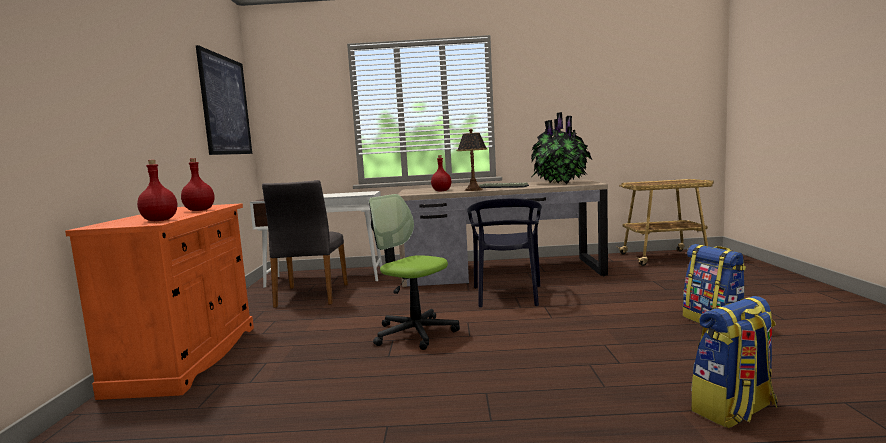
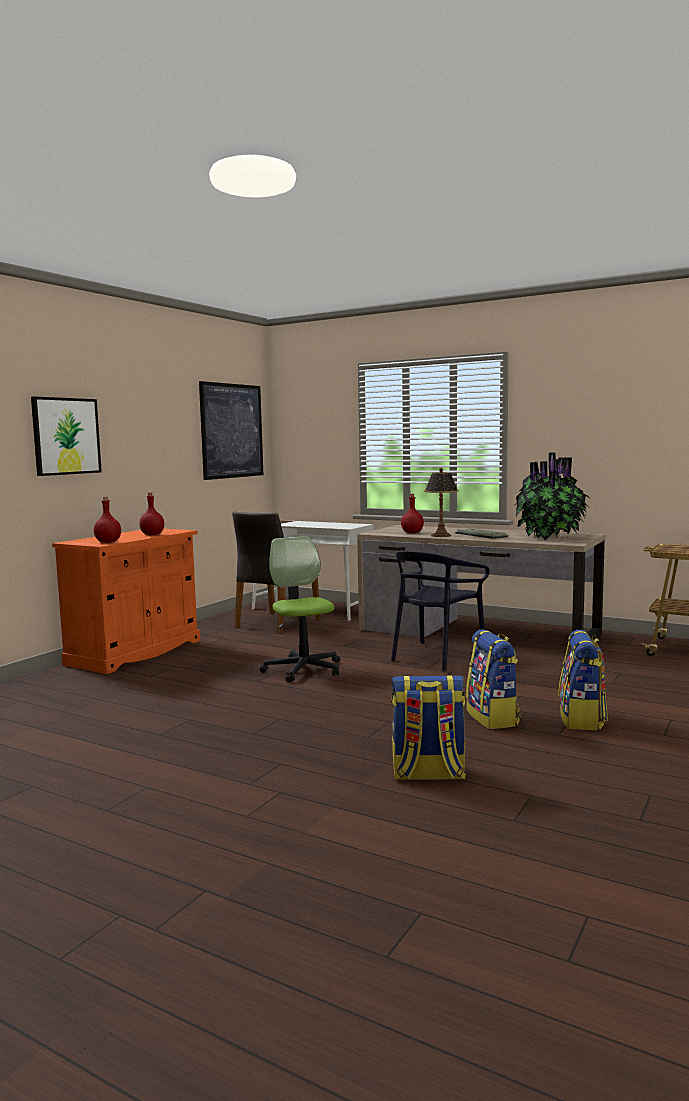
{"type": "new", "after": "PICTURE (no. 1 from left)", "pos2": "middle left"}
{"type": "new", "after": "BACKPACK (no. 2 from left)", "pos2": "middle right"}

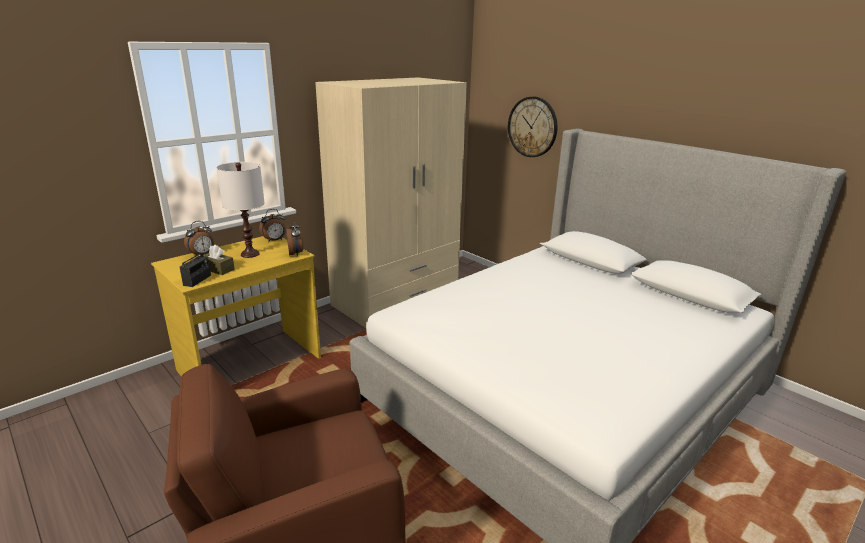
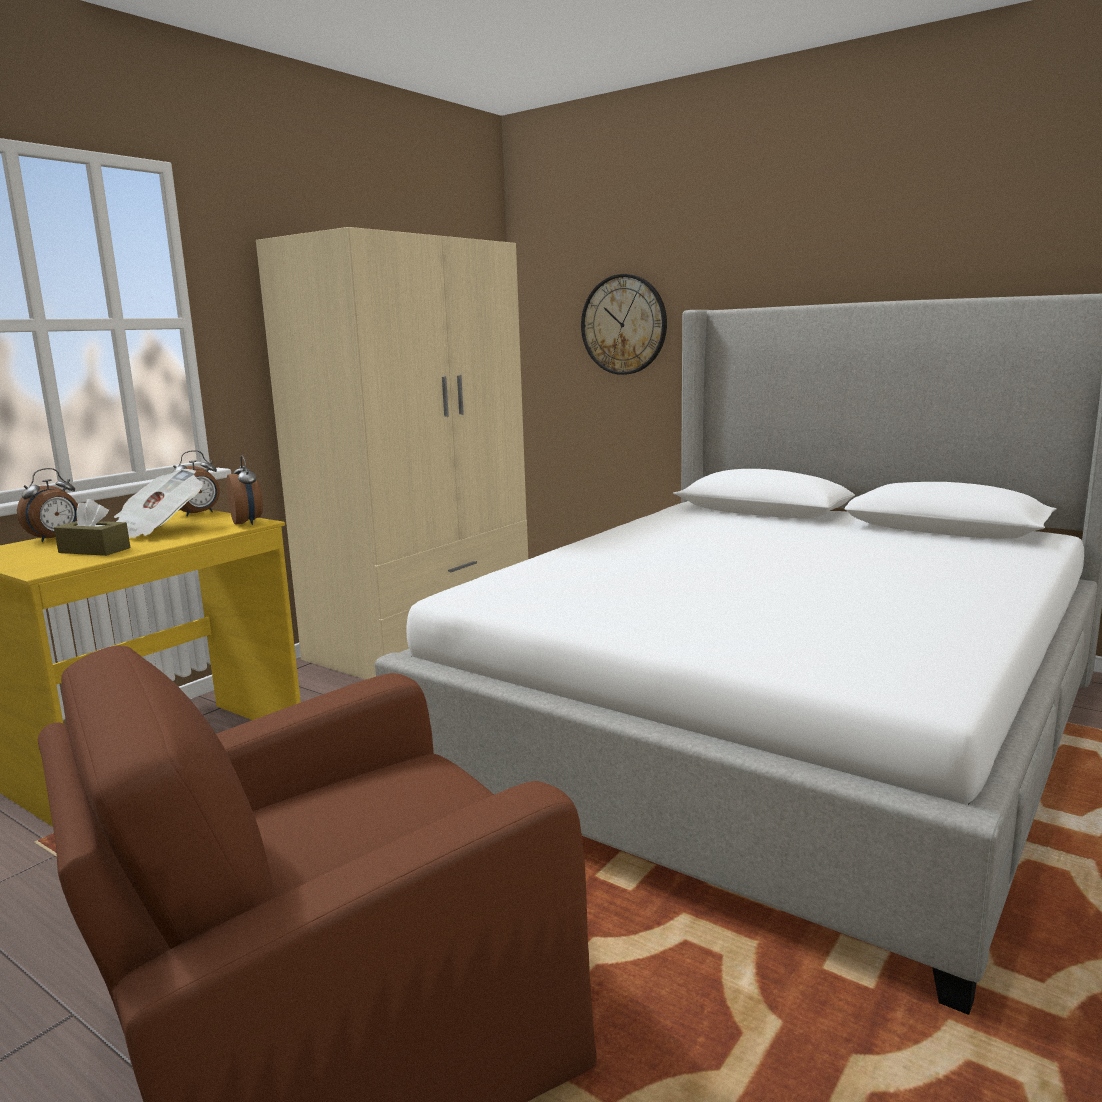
{"type": "gone", "before": "RADIO", "pos1": "middle left"}
{"type": "swapped", "before": "WHITE TABLE LAMP", "after": "NEWSPAPER", "pos1": "middle left", "pos2": "middle left"}

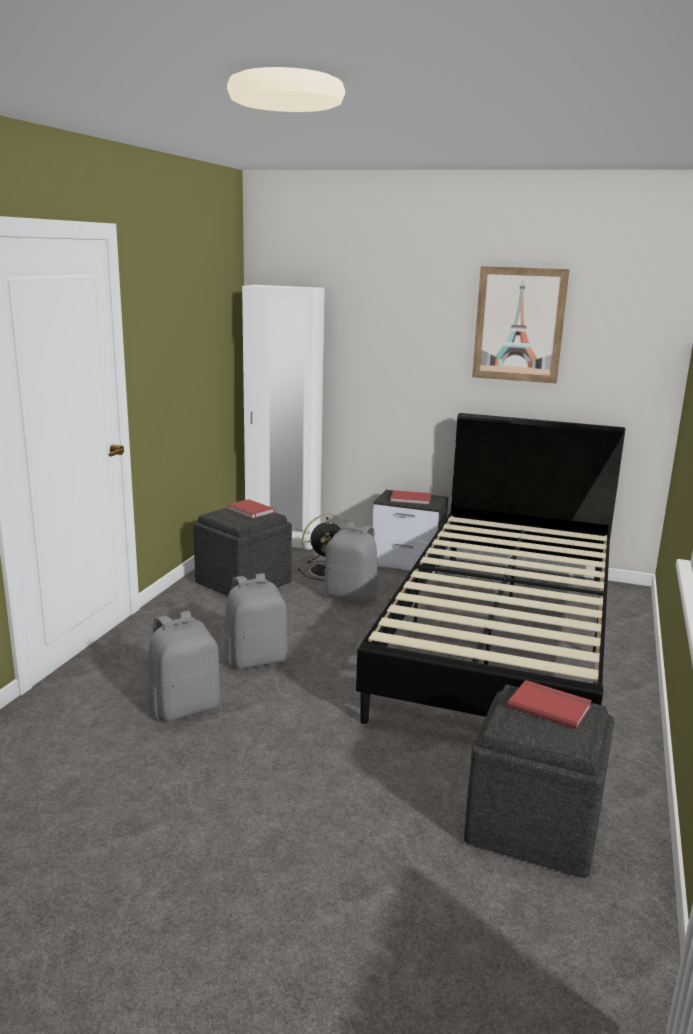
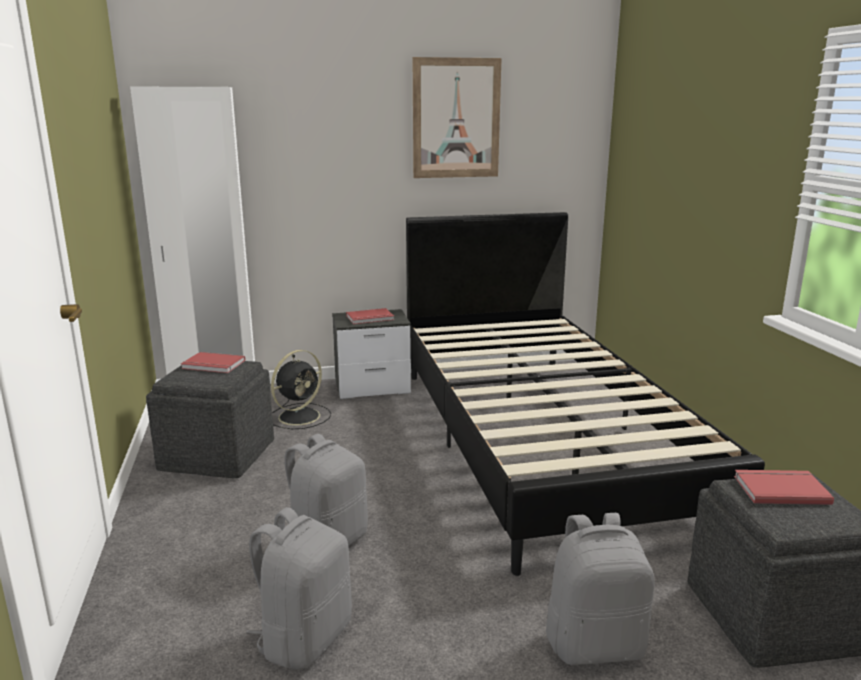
{"type": "shifted", "before": "GREY BACKPACK (no. 3 from left)", "pos1": "centre", "pos2": "bottom right"}

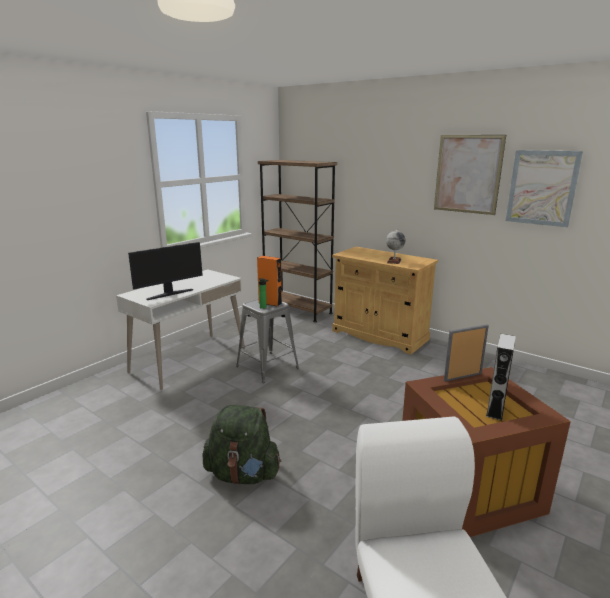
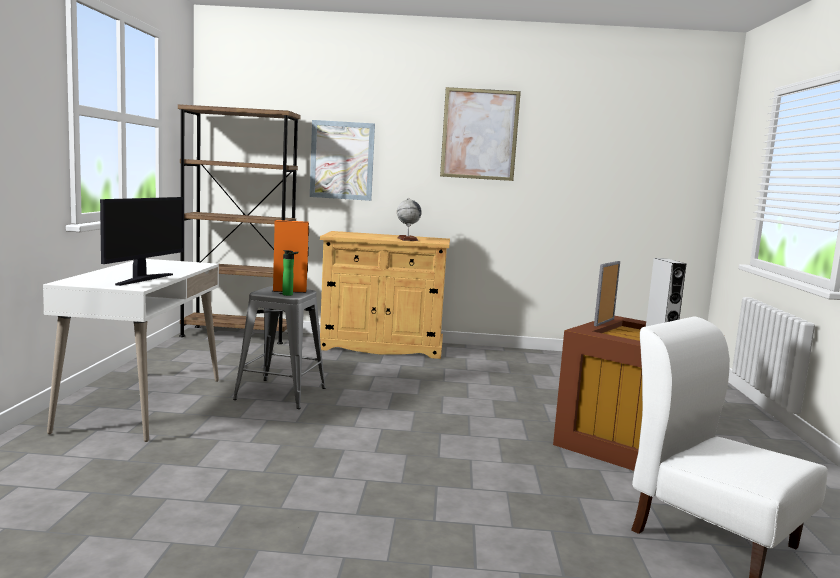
{"type": "gone", "before": "GREEN BACKPACK", "pos1": "bottom centre"}
{"type": "shifted", "before": "PICTURE (no. 2 from left in the first image)", "after": "PICTURE (no. 1 from left)", "pos1": "top right", "pos2": "top centre"}

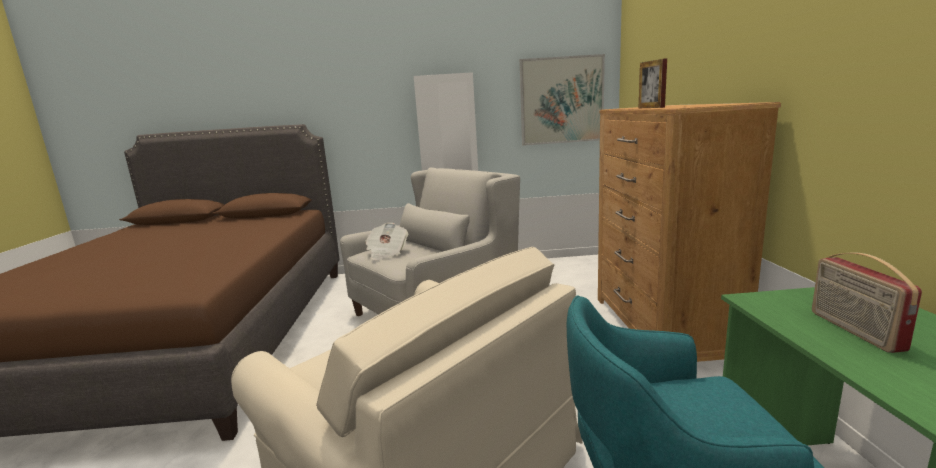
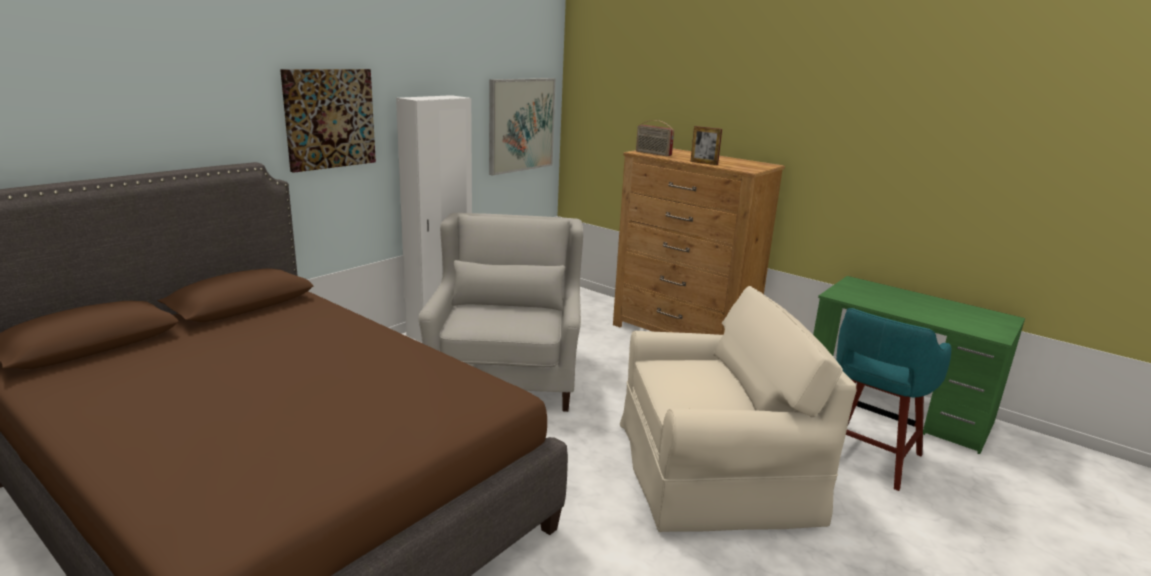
{"type": "gone", "before": "NEWSPAPER", "pos1": "centre"}
{"type": "new", "after": "PICTURE (no. 1 from left)", "pos2": "top left"}
{"type": "shifted", "before": "RADIO", "pos1": "middle right", "pos2": "top centre"}

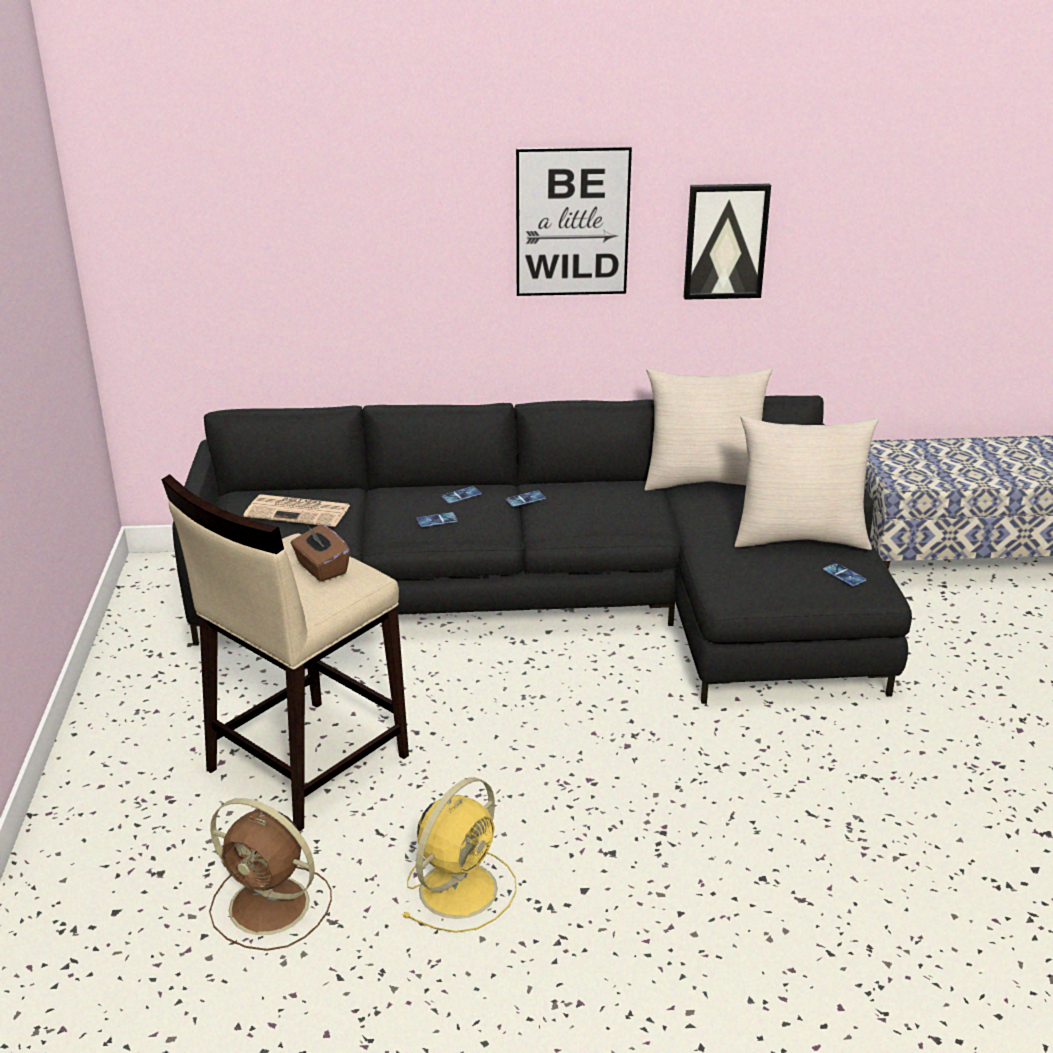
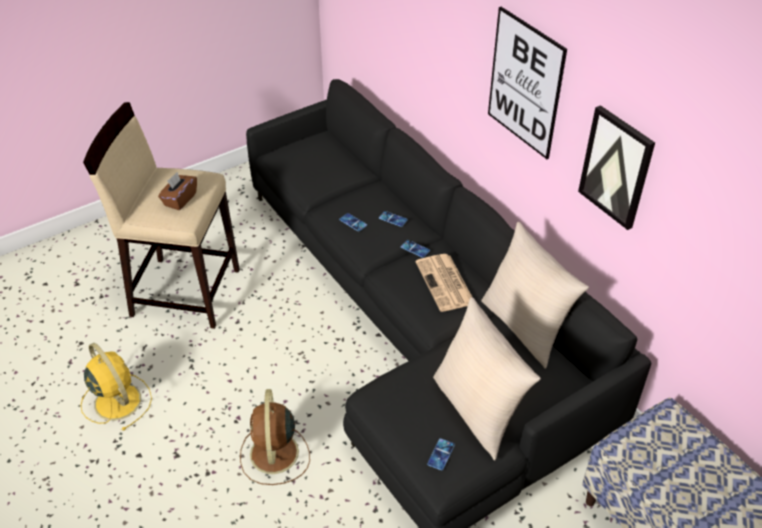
{"type": "shifted", "before": "BROWN FAN", "pos1": "bottom left", "pos2": "bottom centre"}
{"type": "shifted", "before": "NEWSPAPER", "pos1": "middle left", "pos2": "centre"}
{"type": "rotated", "before": "YELLOW FAN", "pos1": "bottom centre", "pos2": "bottom left", "turn": -135}

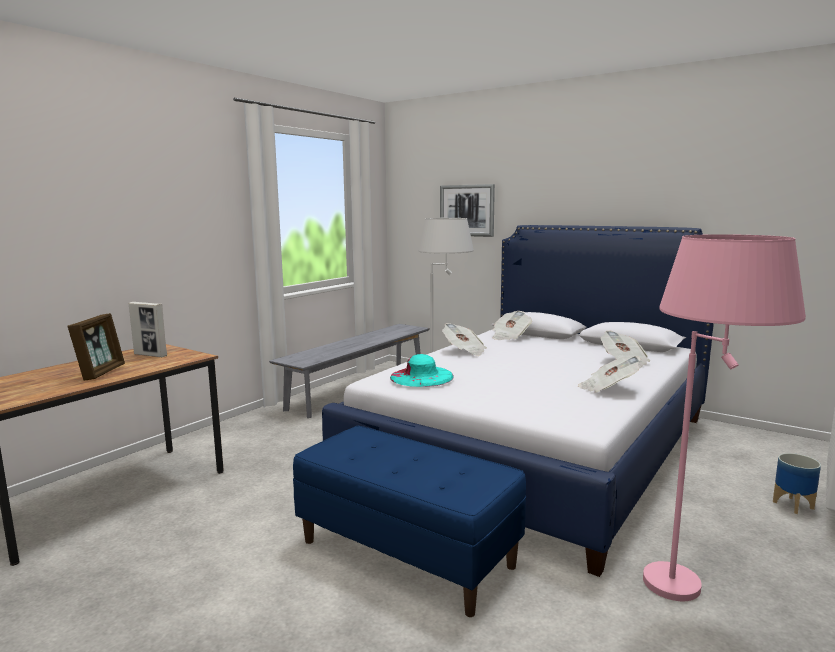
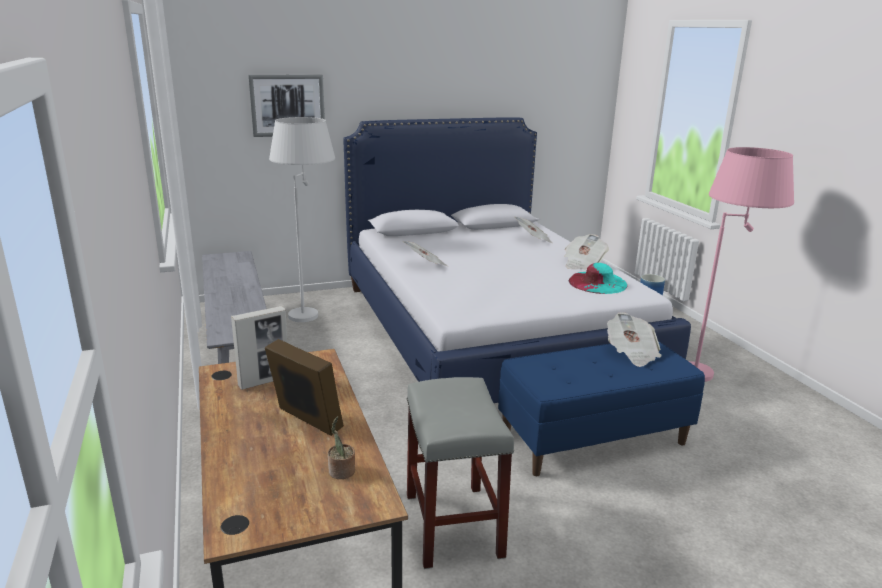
{"type": "new", "after": "POTTED PLANT", "pos2": "bottom centre"}
{"type": "new", "after": "GREY STOOL", "pos2": "bottom centre"}
{"type": "shifted", "before": "TURQUOISE HAT", "pos1": "centre", "pos2": "middle right"}
{"type": "shifted", "before": "NEWSPAPER (no. 2 from left in the first image)", "after": "NEWSPAPER (no. 4 from left)", "pos1": "centre", "pos2": "middle right"}

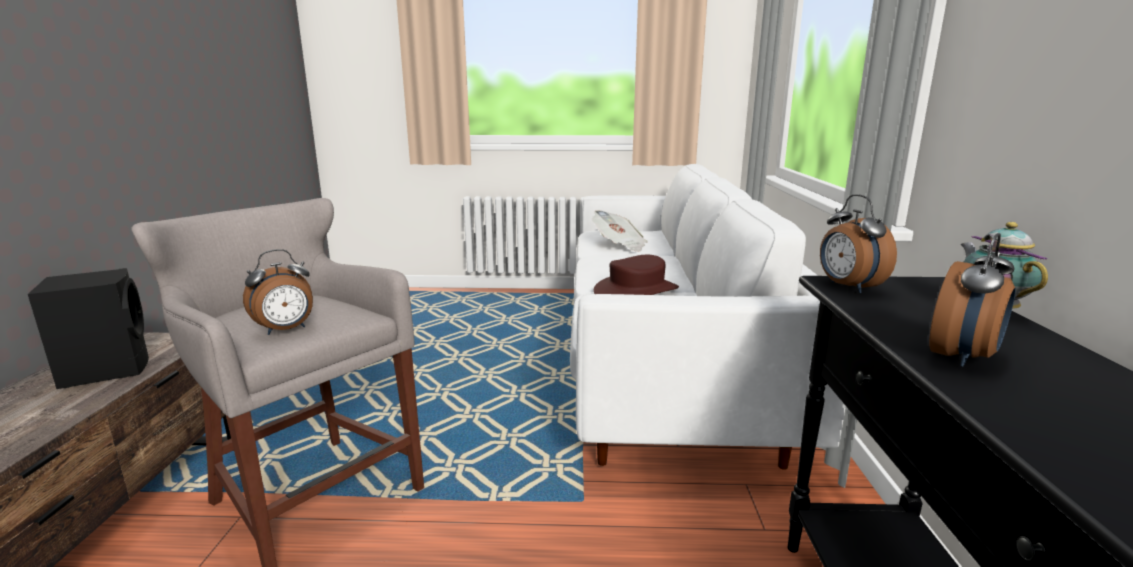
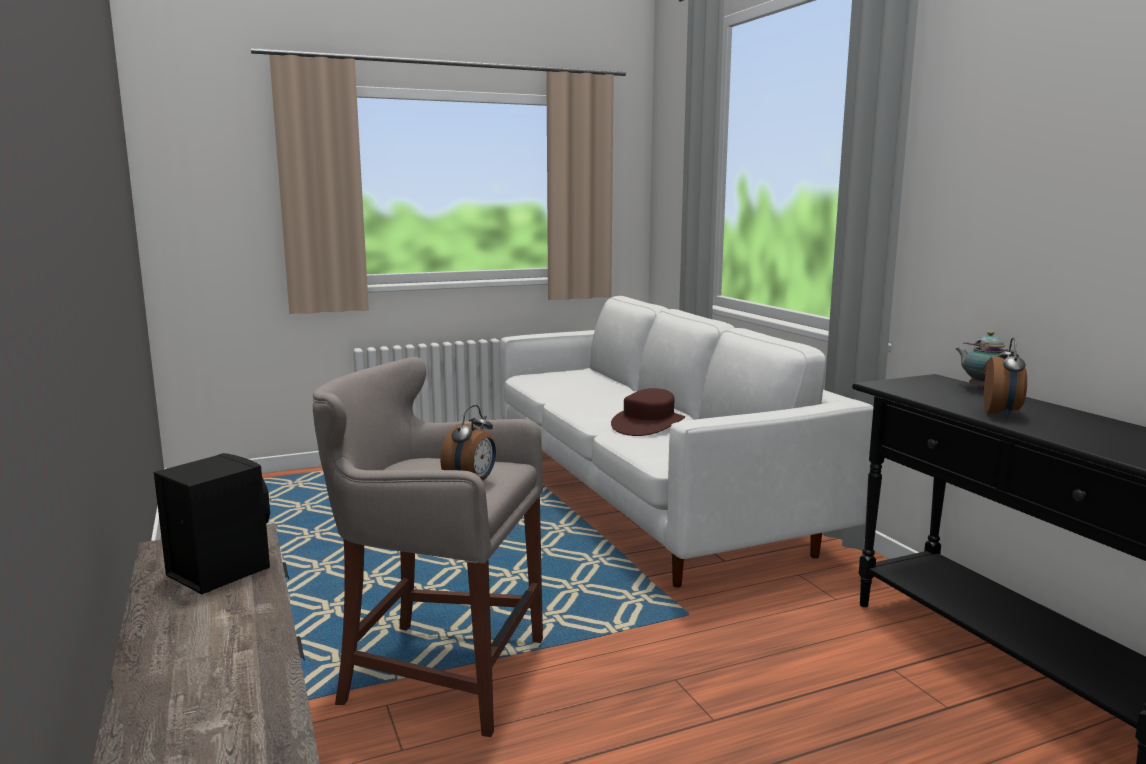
{"type": "gone", "before": "NEWSPAPER", "pos1": "centre"}
{"type": "gone", "before": "ALARM CLOCK (no. 2 from left)", "pos1": "middle right"}

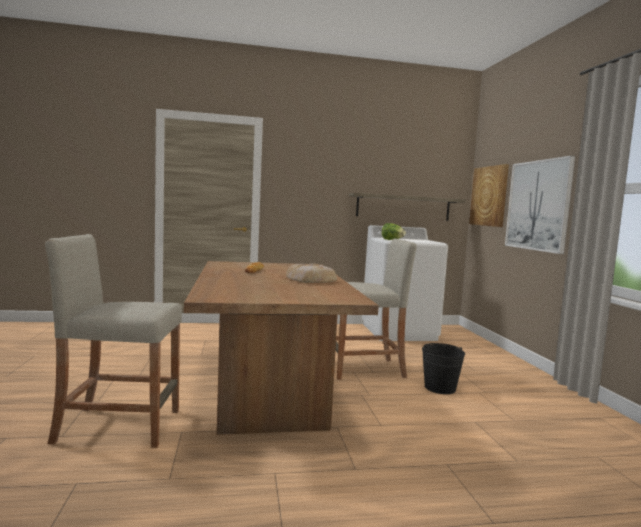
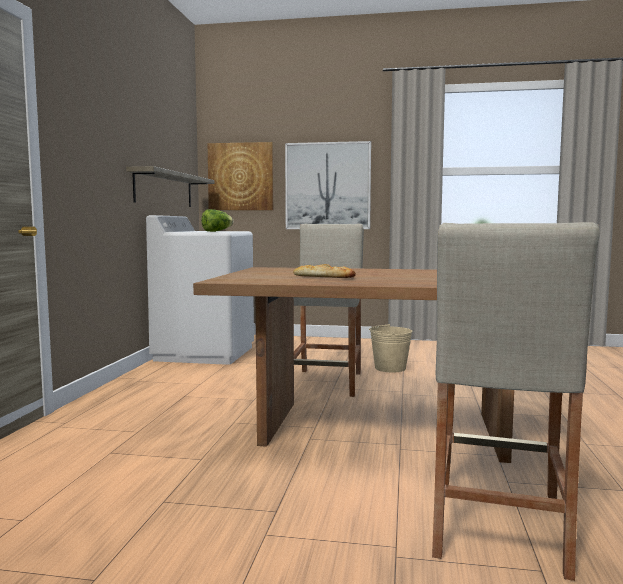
{"type": "gone", "before": "BREAD (no. 2 from left)", "pos1": "centre"}
{"type": "repainted", "before": "BLACK BUCKET", "after": "BEIGE BUCKET", "pos1": "bottom right", "pos2": "centre"}

